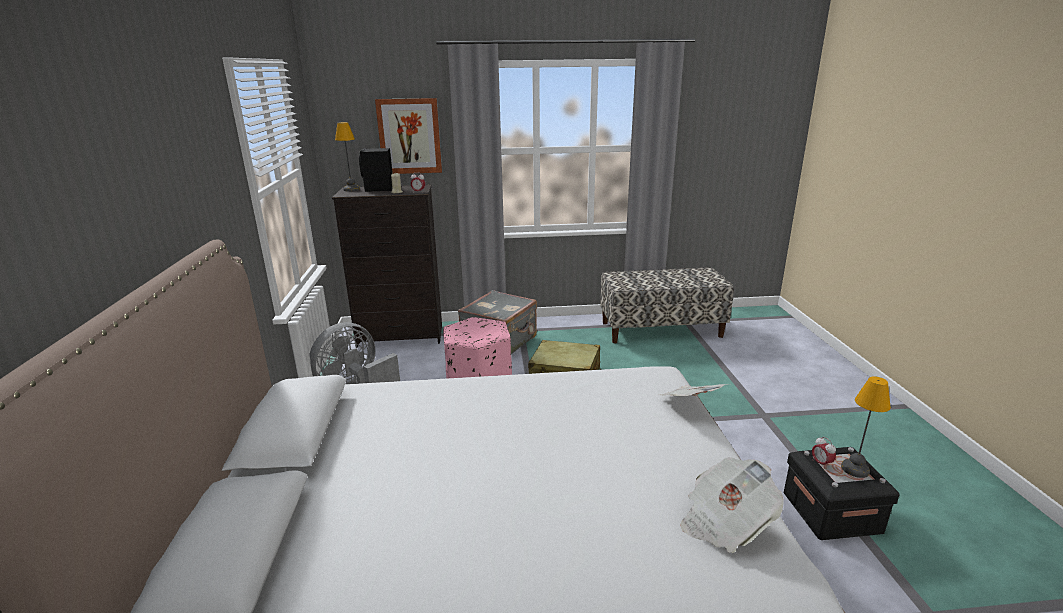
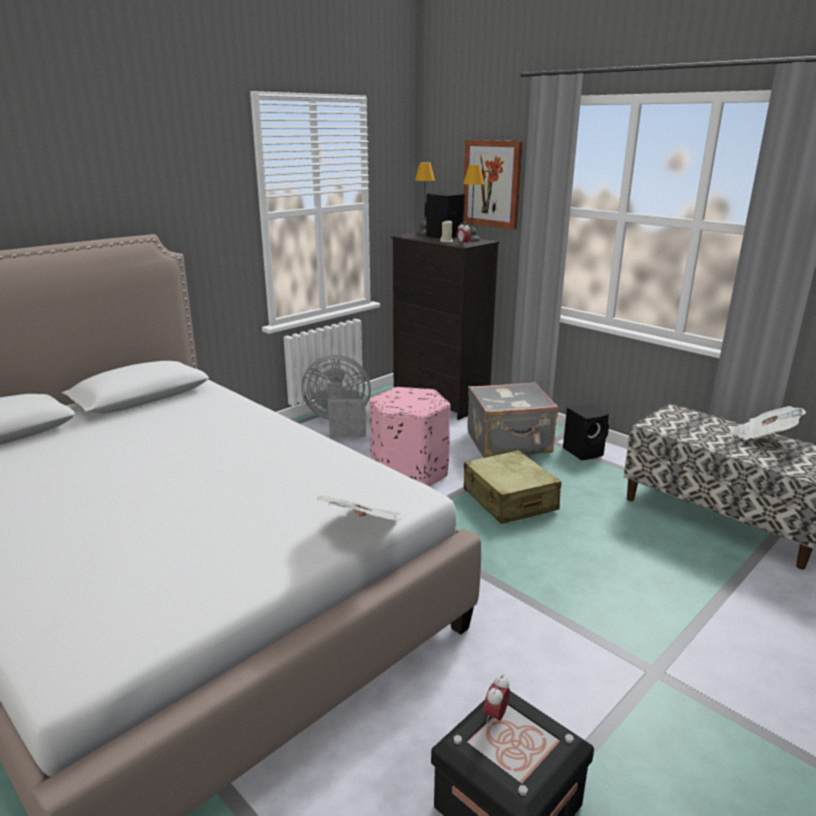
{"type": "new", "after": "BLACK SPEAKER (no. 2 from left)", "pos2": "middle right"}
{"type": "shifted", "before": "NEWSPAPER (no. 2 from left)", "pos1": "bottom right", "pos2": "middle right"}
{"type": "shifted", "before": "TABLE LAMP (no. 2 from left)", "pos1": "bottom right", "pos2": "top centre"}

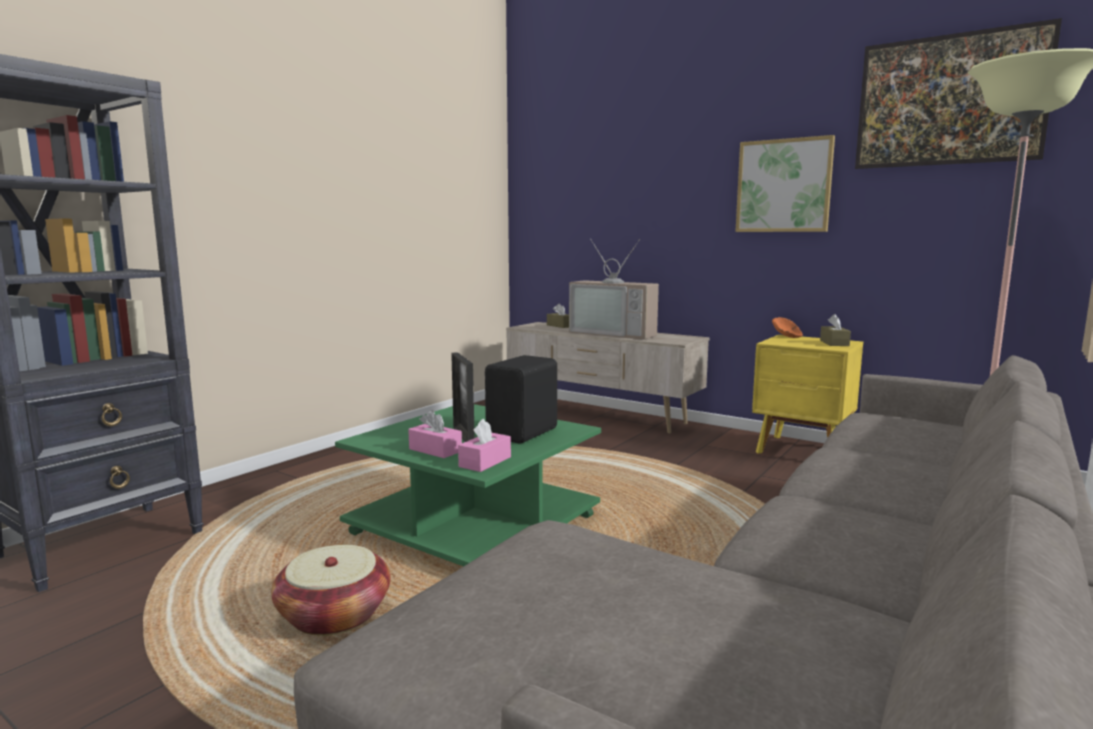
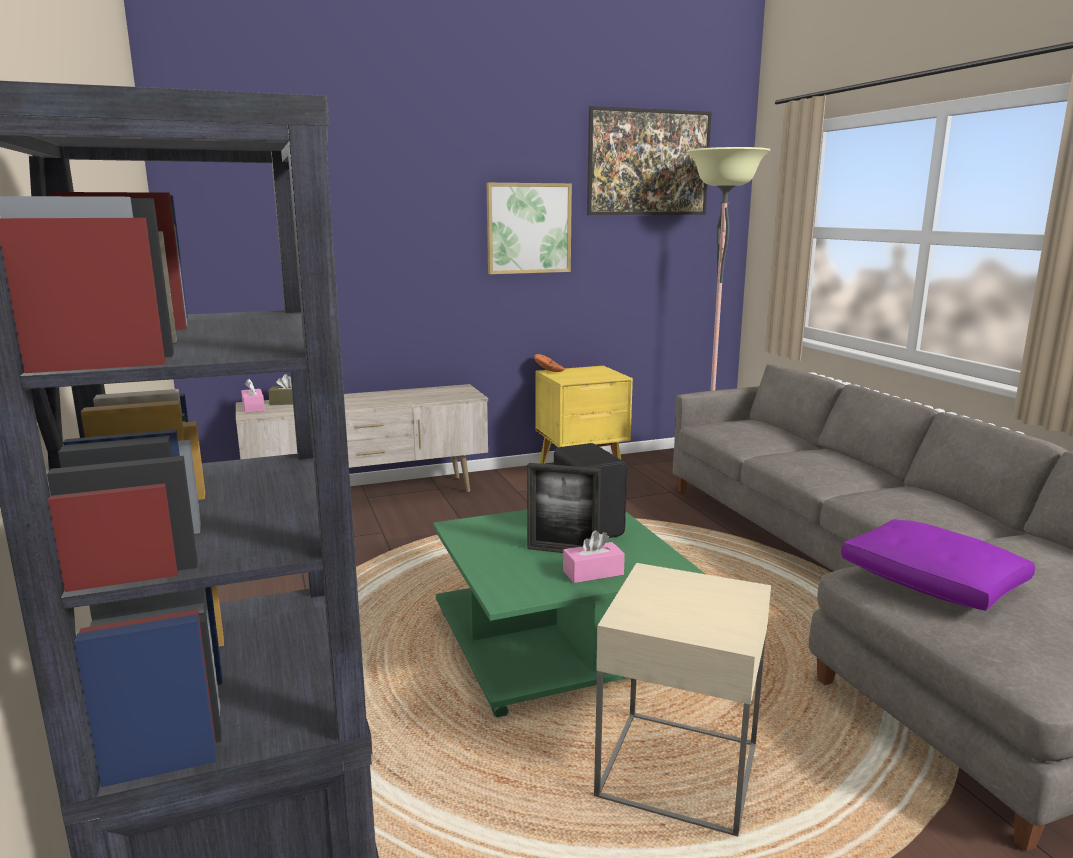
{"type": "gone", "before": "TELEVISION", "pos1": "centre"}
{"type": "gone", "before": "BROWN TISSUE BOX (no. 2 from left)", "pos1": "middle right"}
{"type": "new", "after": "PURPLE PILLOW", "pos2": "middle right"}
{"type": "shifted", "before": "PINK TISSUE BOX (no. 2 from left in the first image)", "after": "PINK TISSUE BOX (no. 1 from left)", "pos1": "centre", "pos2": "middle left"}
{"type": "swapped", "before": "BASKET", "after": "BEIGE SIDE TABLE", "pos1": "bottom left", "pos2": "bottom centre"}

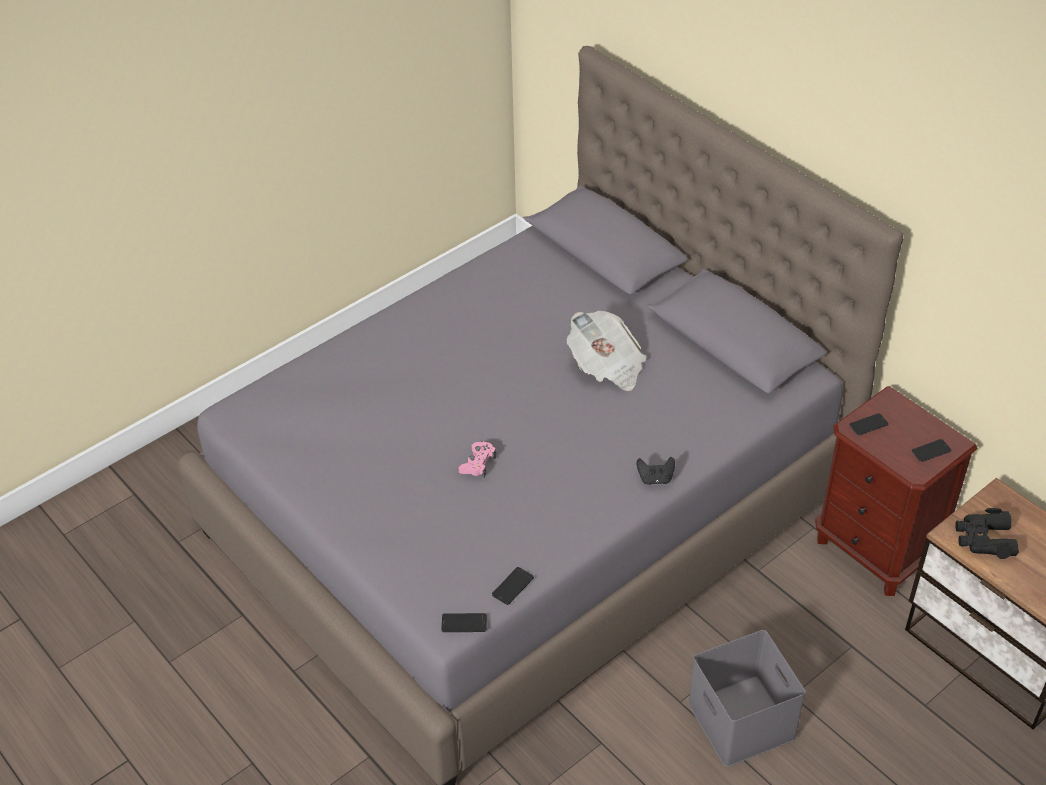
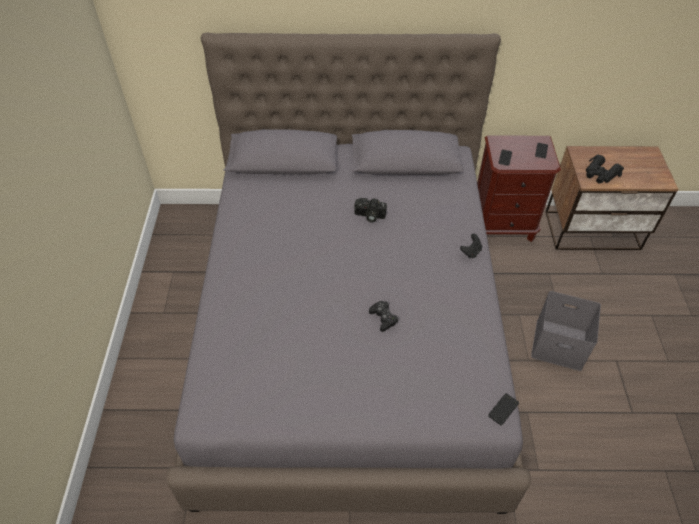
{"type": "gone", "before": "PHONE (no. 2 from left)", "pos1": "bottom centre"}
{"type": "swapped", "before": "NEWSPAPER", "after": "PHOTO CAMERA", "pos1": "centre", "pos2": "centre"}
{"type": "repainted", "before": "PINK GAME CONTROLLER", "after": "BLACK GAME CONTROLLER (no. 1 from left)", "pos1": "centre", "pos2": "centre"}

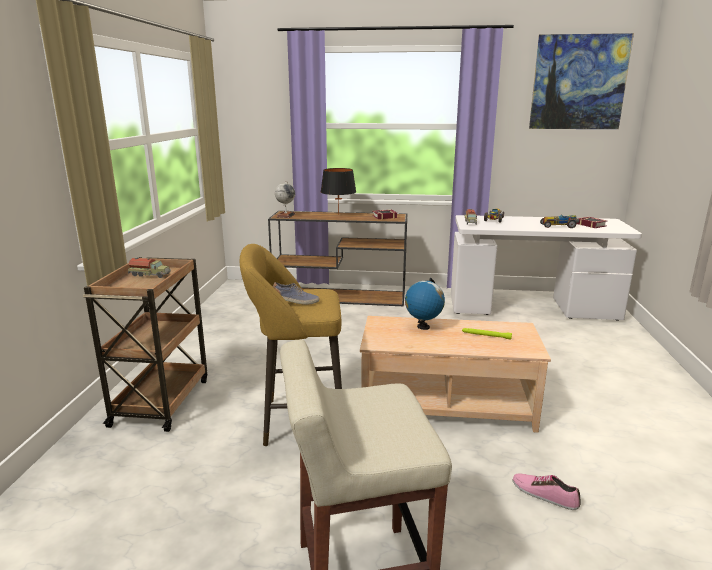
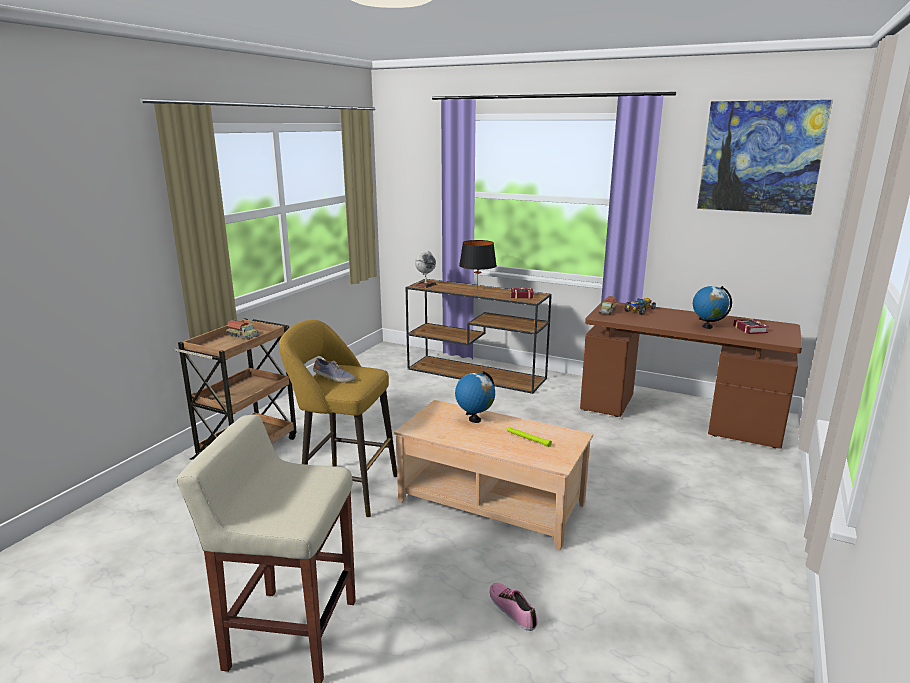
{"type": "swapped", "before": "TOY CAR (no. 2 from left)", "after": "GLOBE (no. 3 from left)", "pos1": "middle right", "pos2": "middle right"}
{"type": "repainted", "before": "WHITE DESK", "after": "BROWN DESK", "pos1": "middle right", "pos2": "middle right"}

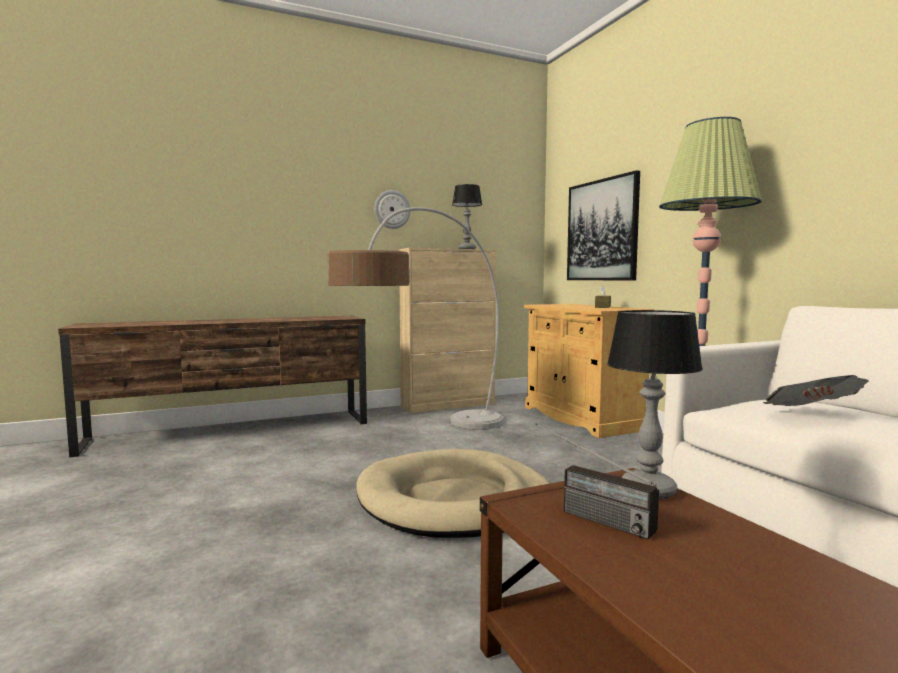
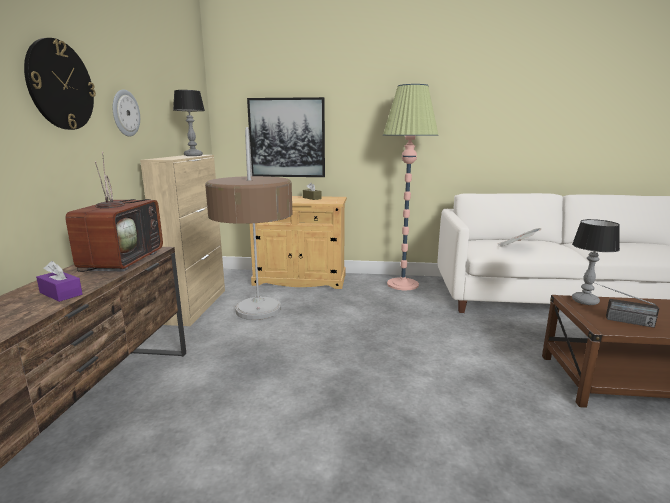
{"type": "gone", "before": "BEIGE DOG BED", "pos1": "bottom centre"}
{"type": "new", "after": "WALL CLOCK (no. 1 from left)", "pos2": "top left"}
{"type": "new", "after": "PURPLE TISSUE BOX", "pos2": "middle left"}
{"type": "new", "after": "TELEVISION", "pos2": "middle left"}
{"type": "rotated", "before": "RADIO", "pos1": "bottom centre", "pos2": "middle right", "turn": 45}

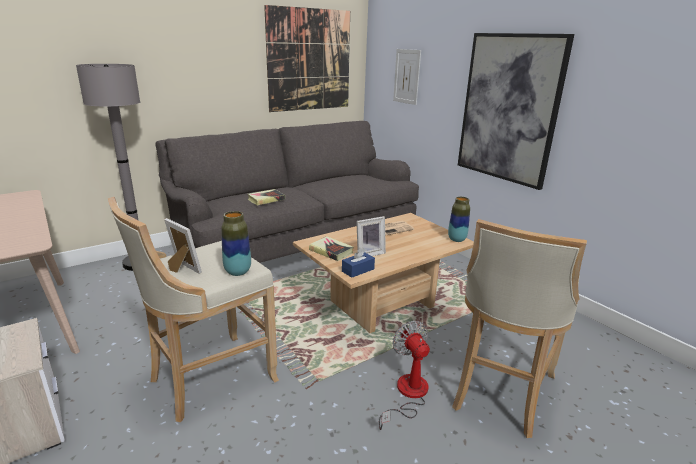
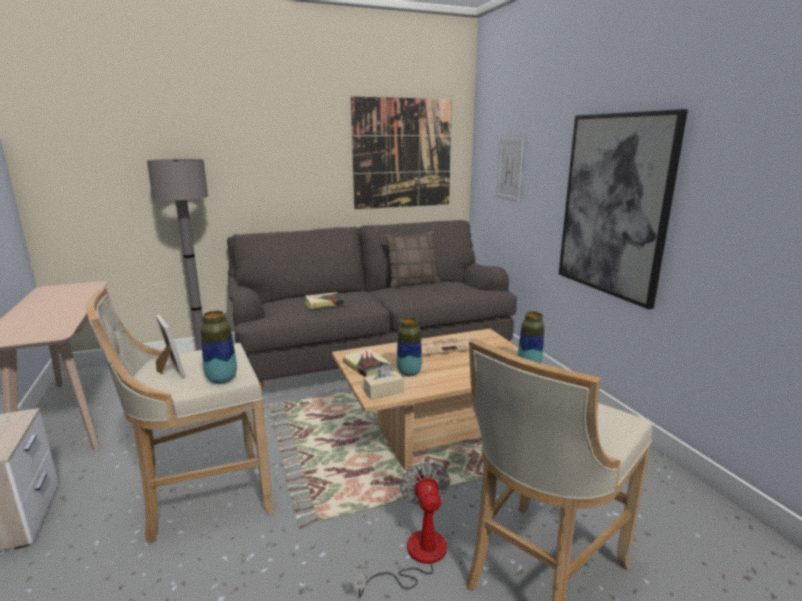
{"type": "new", "after": "PILLOW", "pos2": "centre"}
{"type": "swapped", "before": "PICTURE FRAME (no. 2 from left)", "after": "VASE (no. 2 from left)", "pos1": "centre", "pos2": "centre"}
{"type": "repainted", "before": "BLUE TISSUE BOX", "after": "BEIGE TISSUE BOX", "pos1": "centre", "pos2": "centre"}

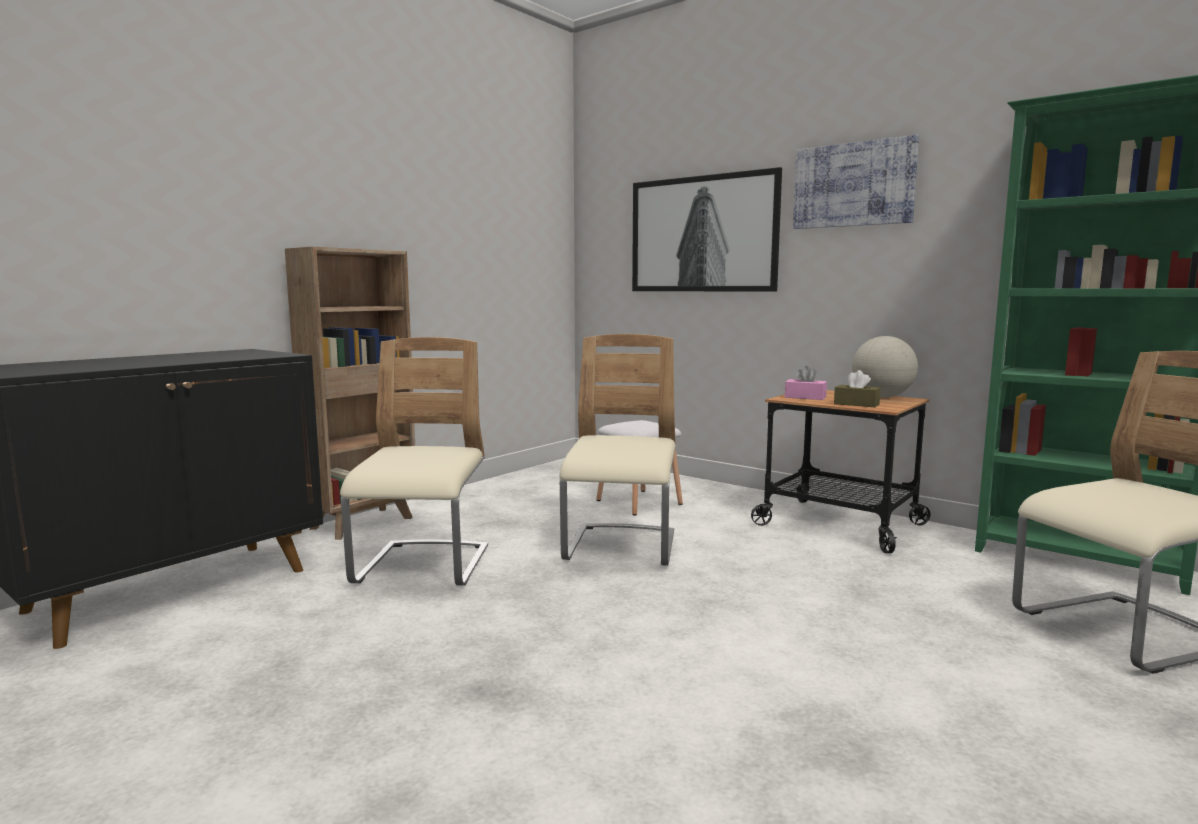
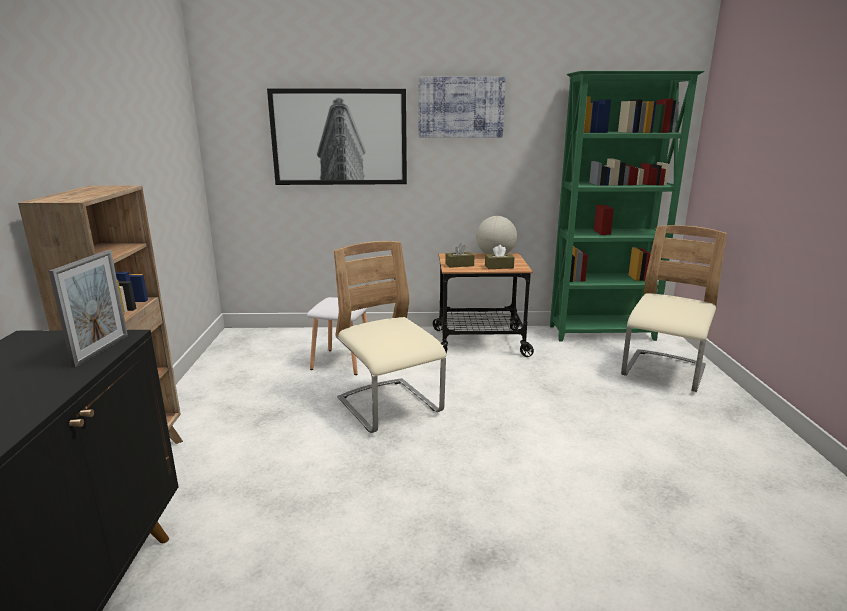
{"type": "gone", "before": "BEIGE CHAIR (no. 1 from left)", "pos1": "centre"}
{"type": "new", "after": "PICTURE FRAME", "pos2": "middle left"}
{"type": "repainted", "before": "PINK TISSUE BOX", "after": "BROWN TISSUE BOX (no. 1 from left)", "pos1": "middle right", "pos2": "centre"}

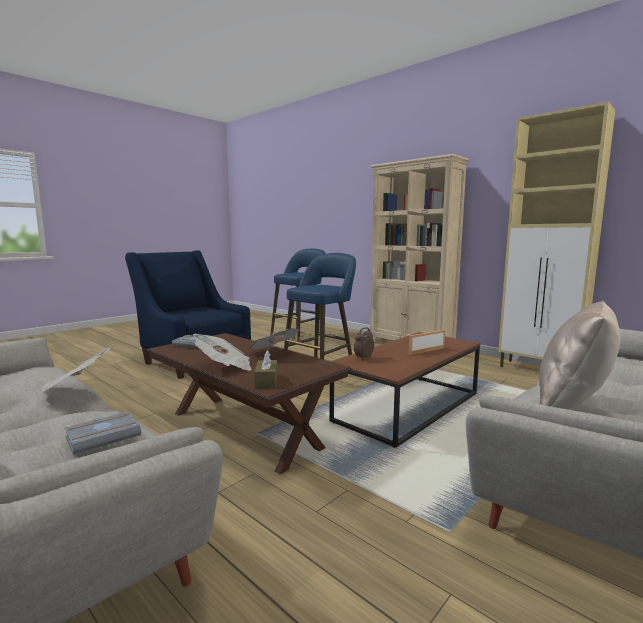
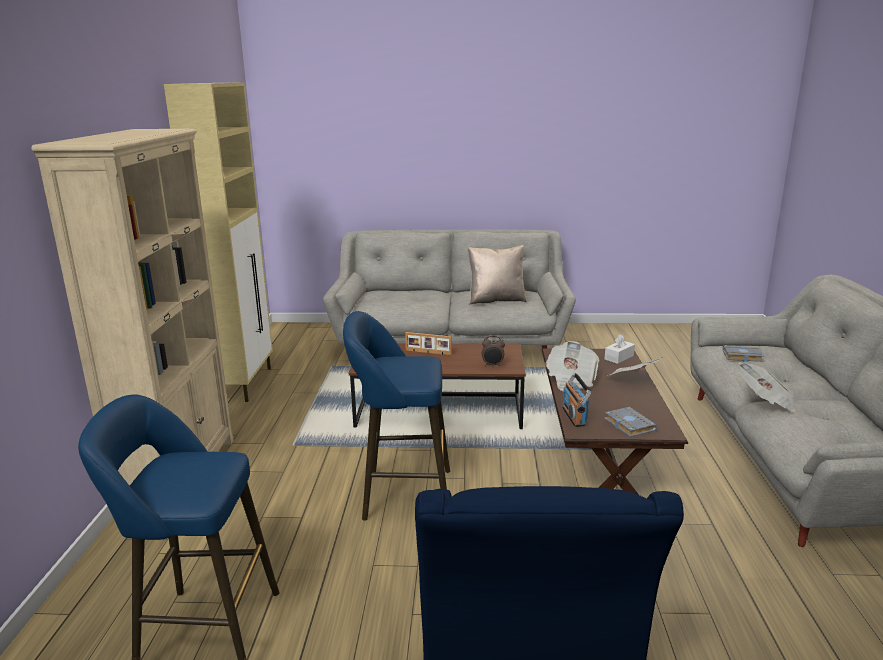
{"type": "new", "after": "RADIO", "pos2": "centre"}
{"type": "repainted", "before": "BROWN TISSUE BOX", "after": "WHITE TISSUE BOX", "pos1": "centre", "pos2": "middle right"}

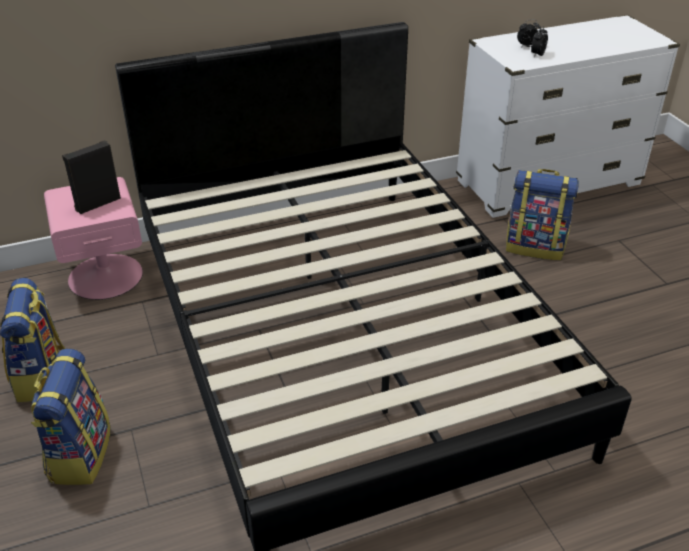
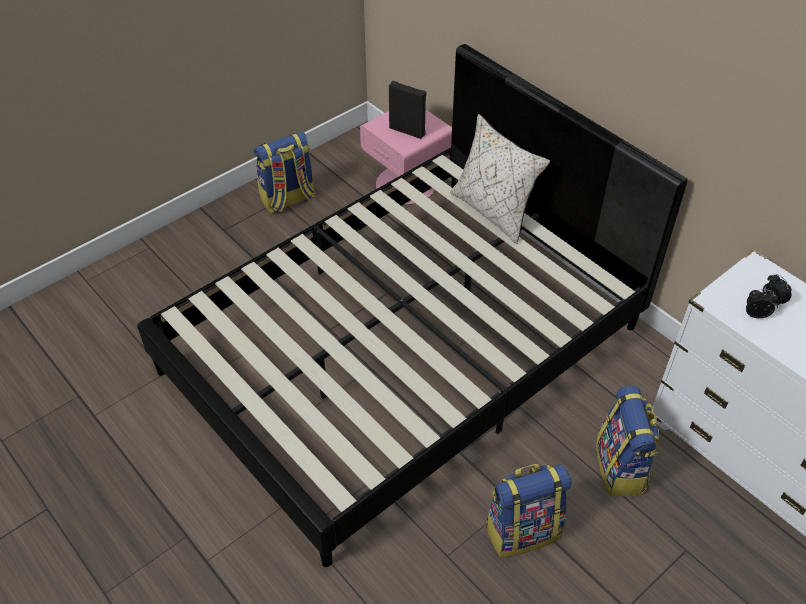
{"type": "new", "after": "BEIGE PILLOW", "pos2": "top centre"}
{"type": "shifted", "before": "BACKPACK (no. 2 from left)", "pos1": "bottom left", "pos2": "bottom centre"}

